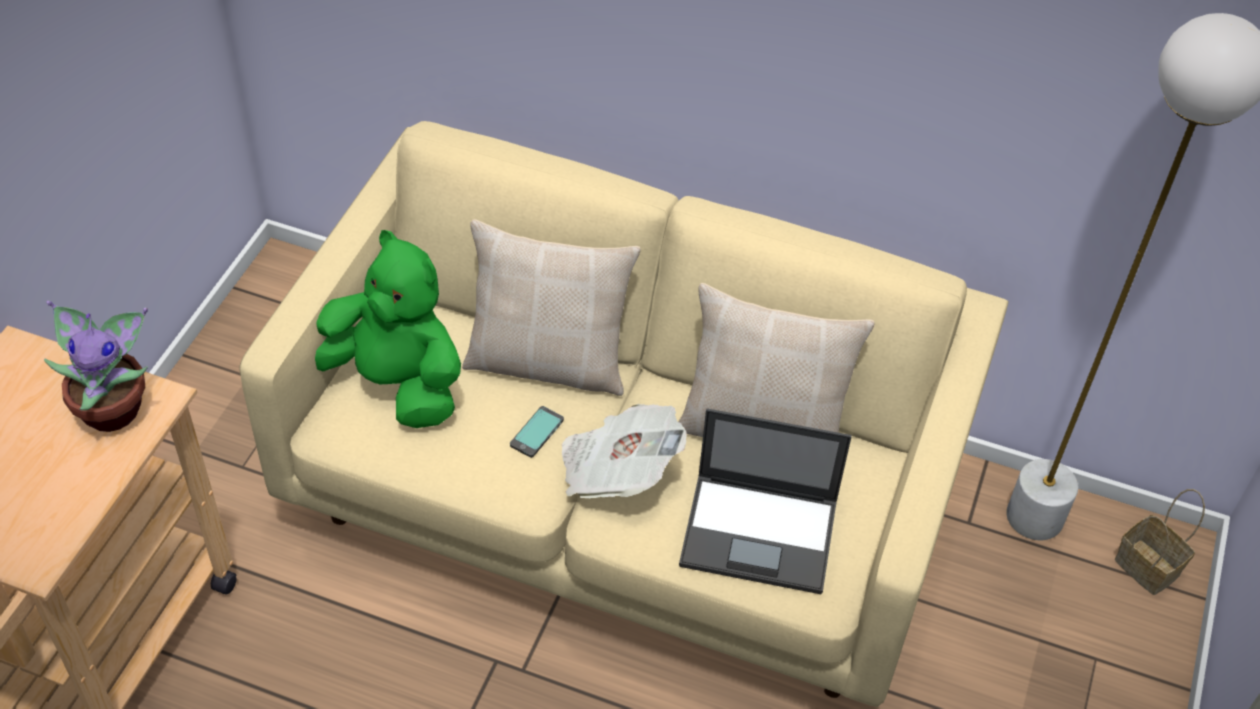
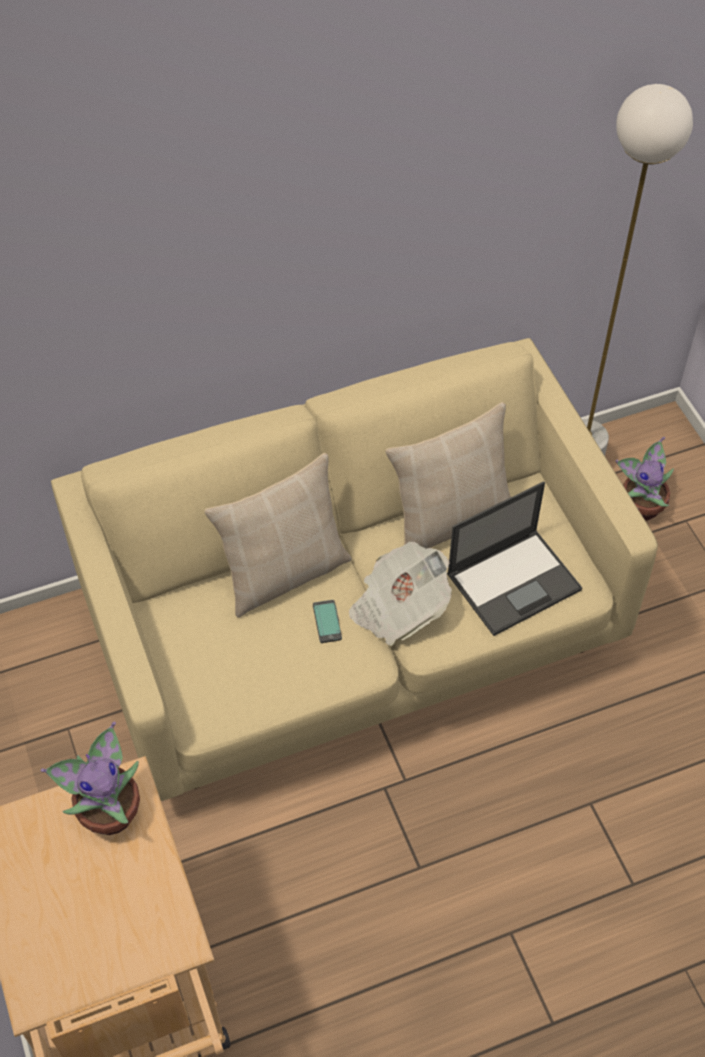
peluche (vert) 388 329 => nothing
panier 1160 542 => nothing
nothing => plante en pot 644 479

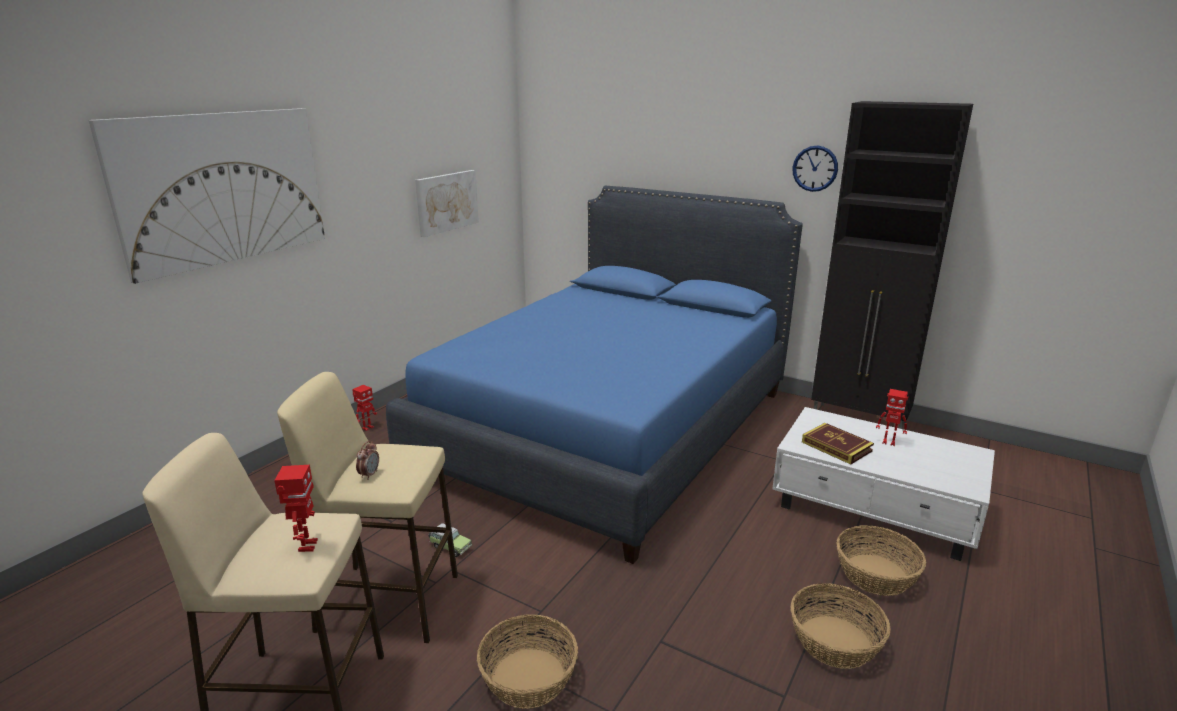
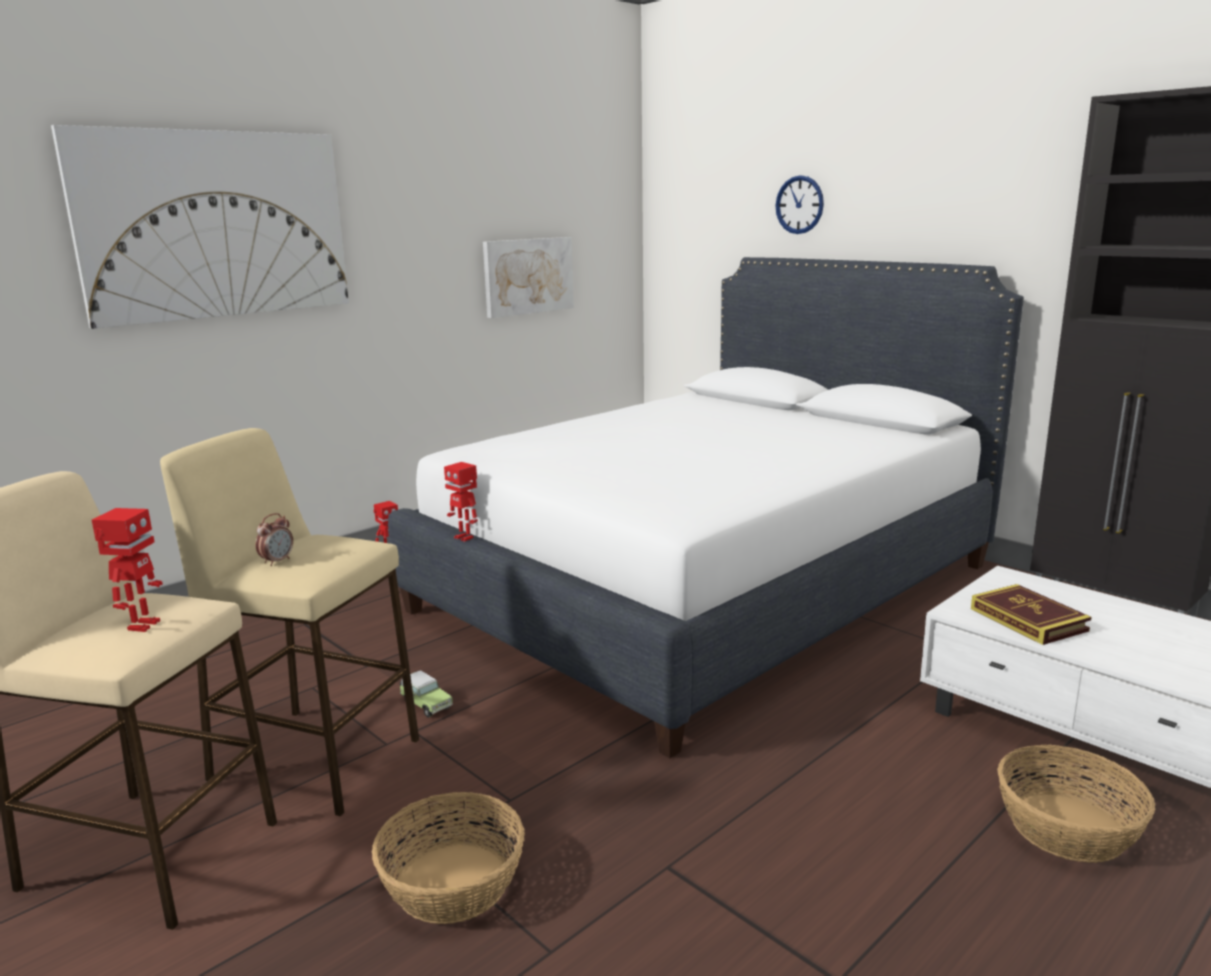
horloge murale 815 169 => horloge murale 799 204, moved
lit (bleu) 594 375 => lit (blanc) 706 507
robot jouet 892 417 => robot jouet 461 502, moved
panier 840 626 => nothing

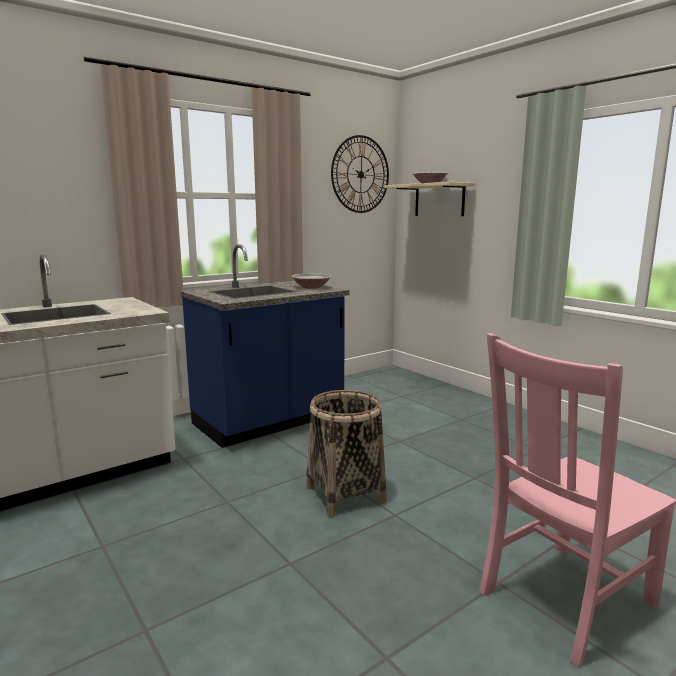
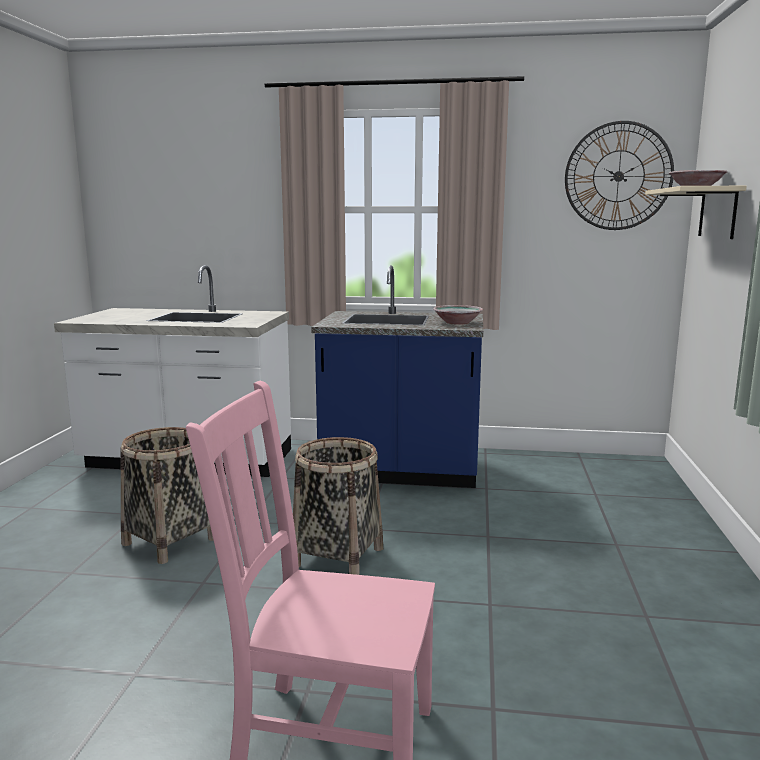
nothing => panier 167 495

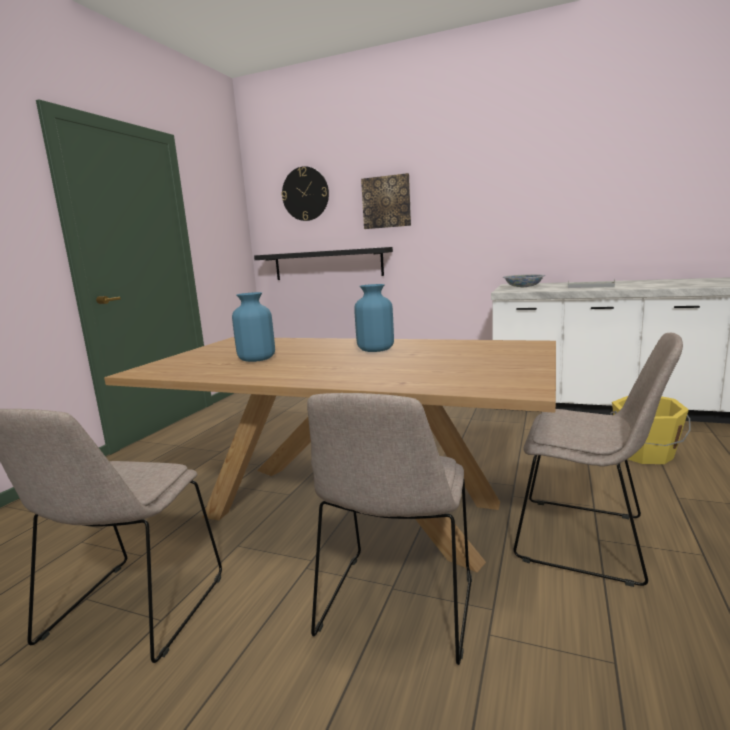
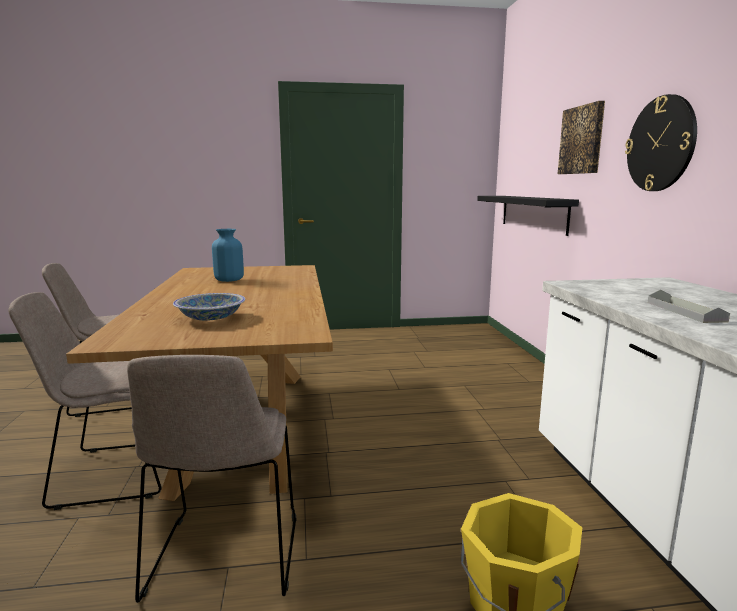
horloge murale 305 193 => horloge murale 661 142, moved
bol 524 280 => bol 209 307, moved
vase (bleu) 374 318 => nothing

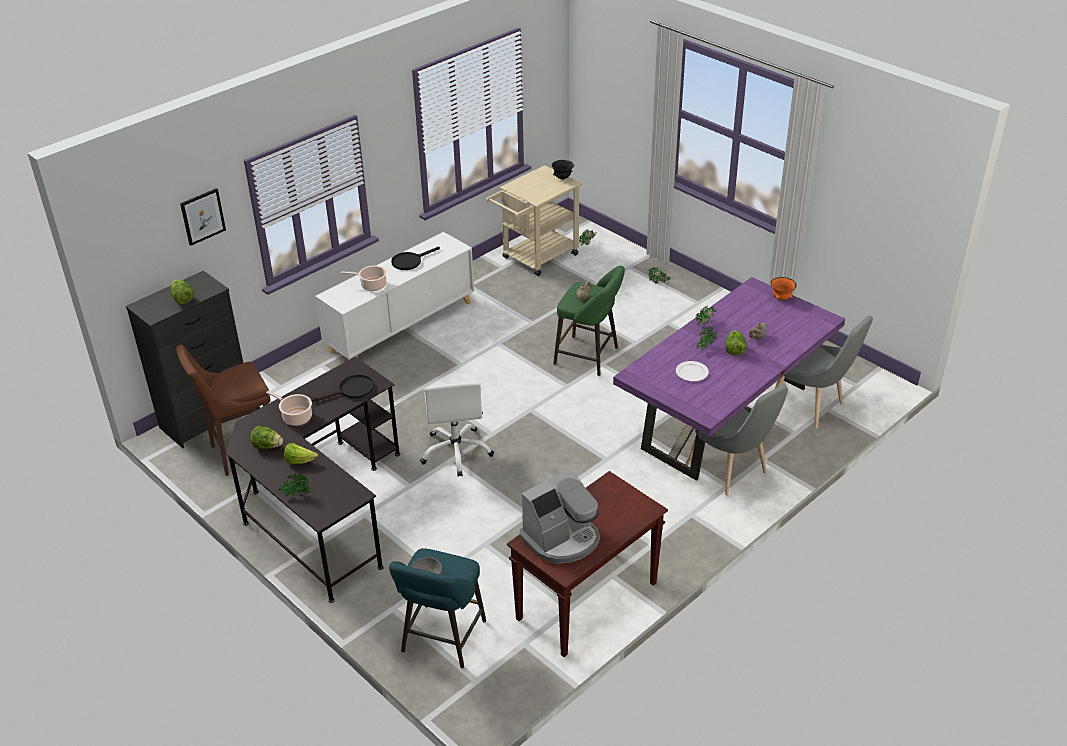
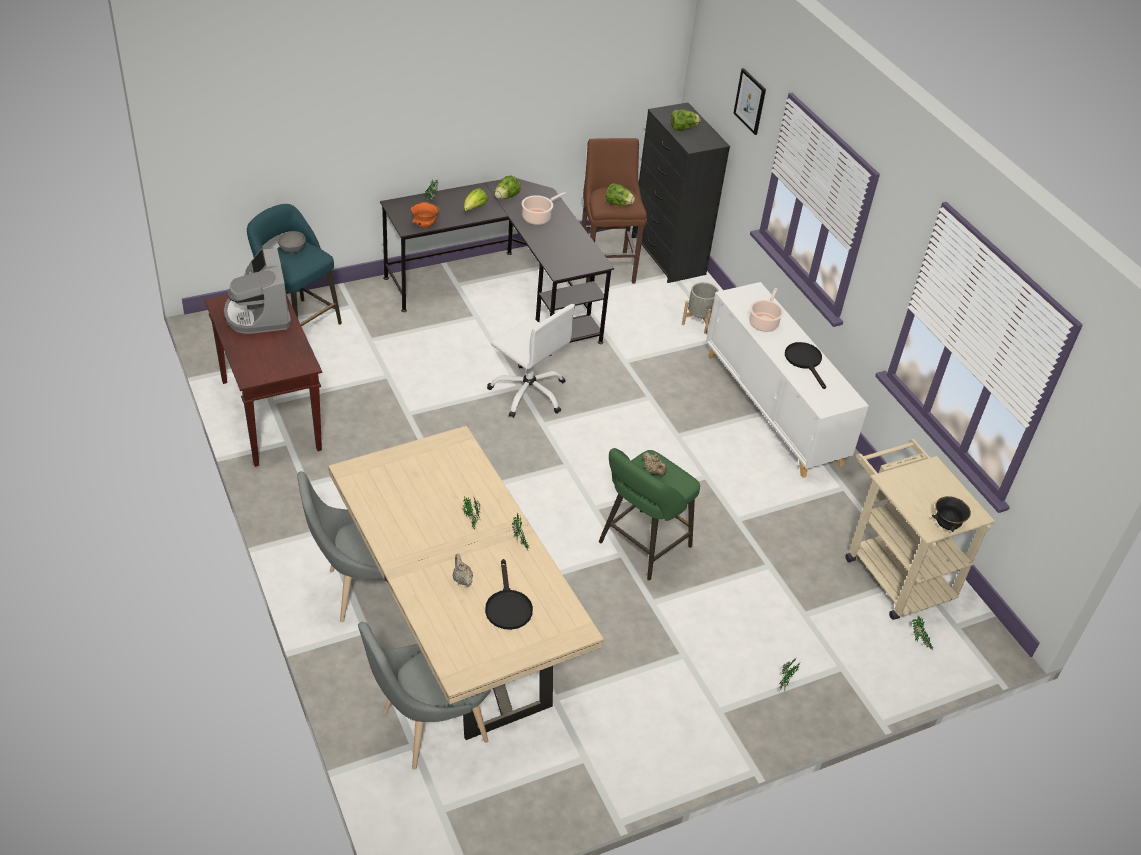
table à manger (violet) 729 379 => table à manger (beige) 466 582
bol (orange) 784 288 => bol (orange) 425 215, moved
laitue 736 343 => laitue 620 194, moved
assiette (blanc) 692 371 => nothing
poêle (noir) 343 388 => poêle (noir) 509 594, moved
chaise de bureau (blanc) 457 429 => chaise de bureau (blanc) 531 361, 150 degrees counterclockwise
nothing => cache-pot (gris) 700 308

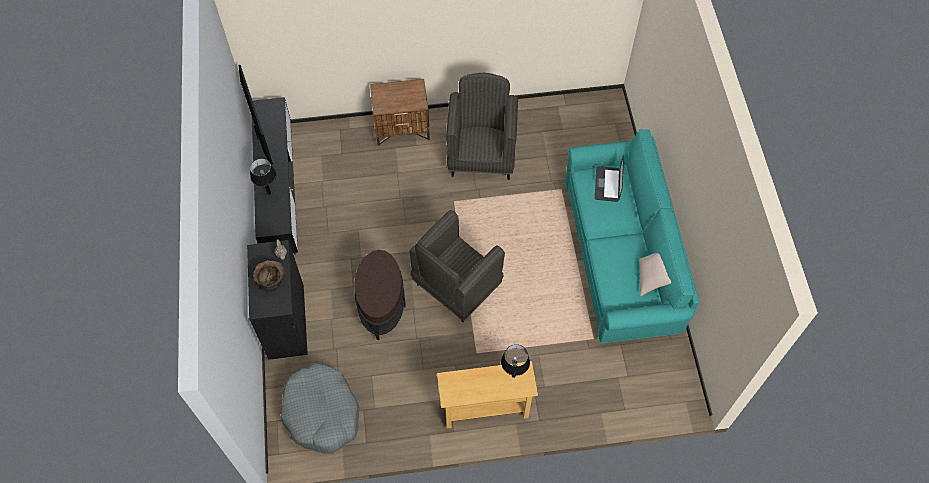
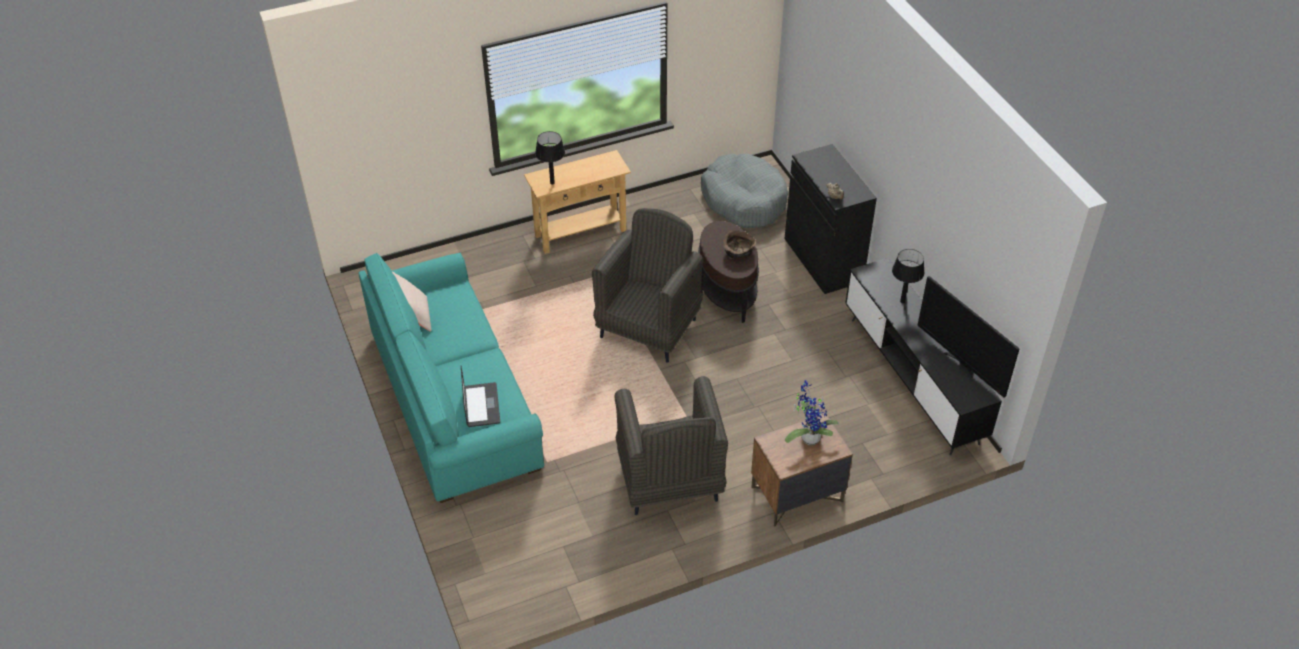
bol (marron) 269 276 => bol (marron) 739 244, moved
nothing => plante en pot 812 412

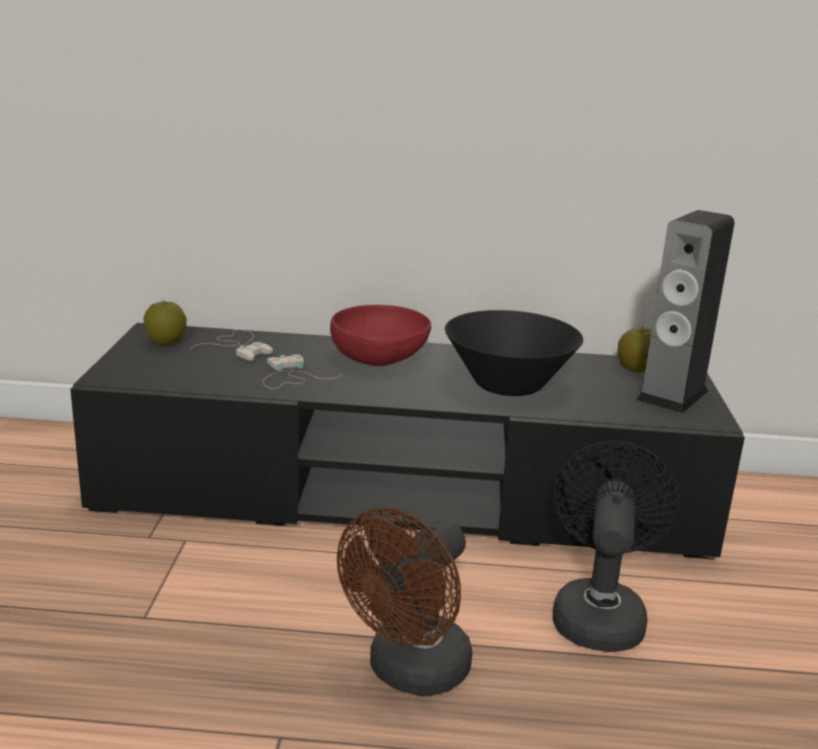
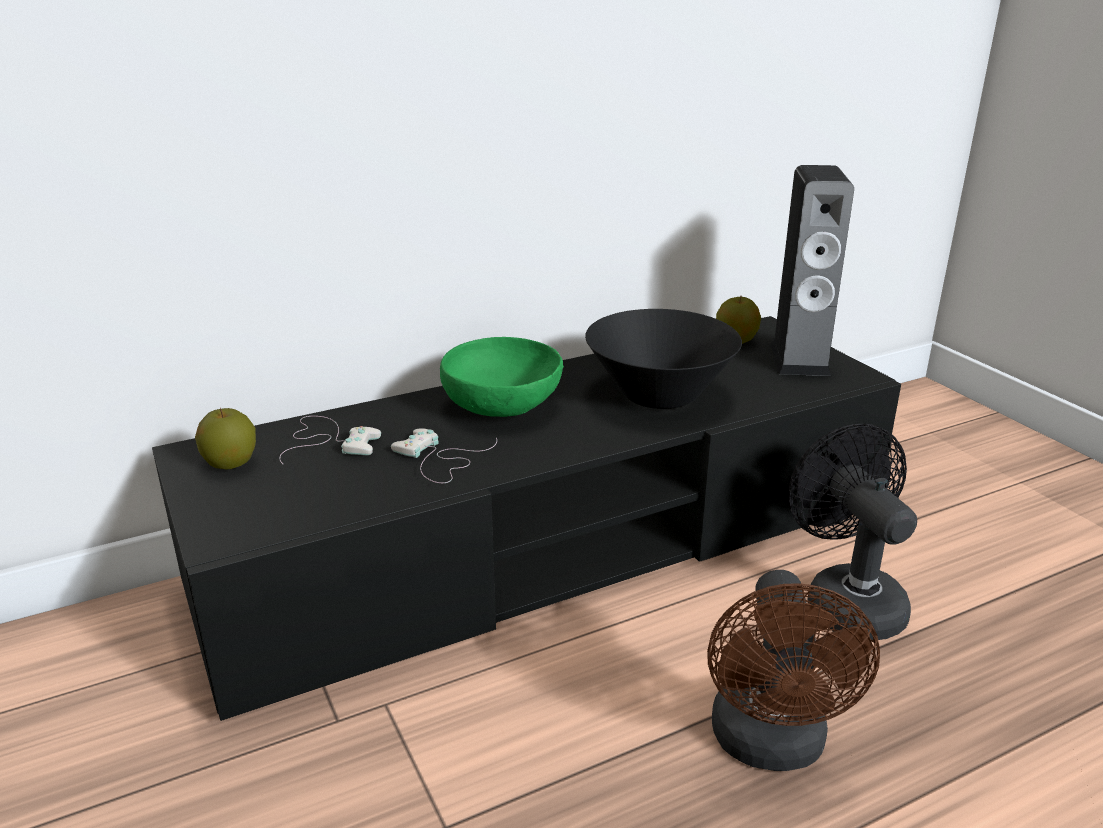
bol (rouge) 380 335 => bol (vert) 502 377

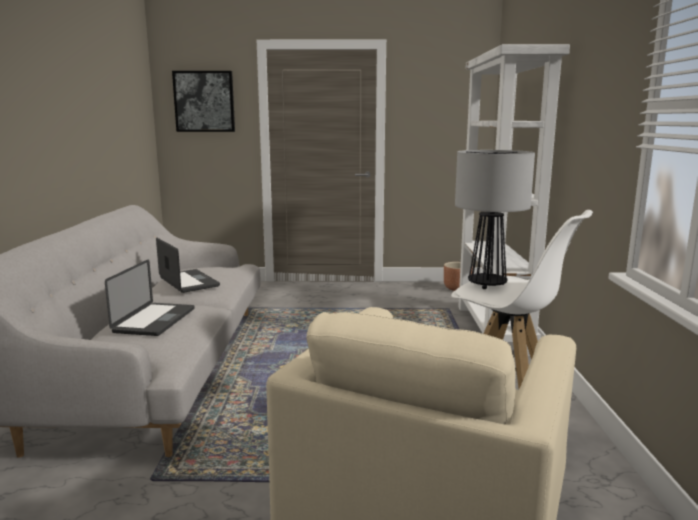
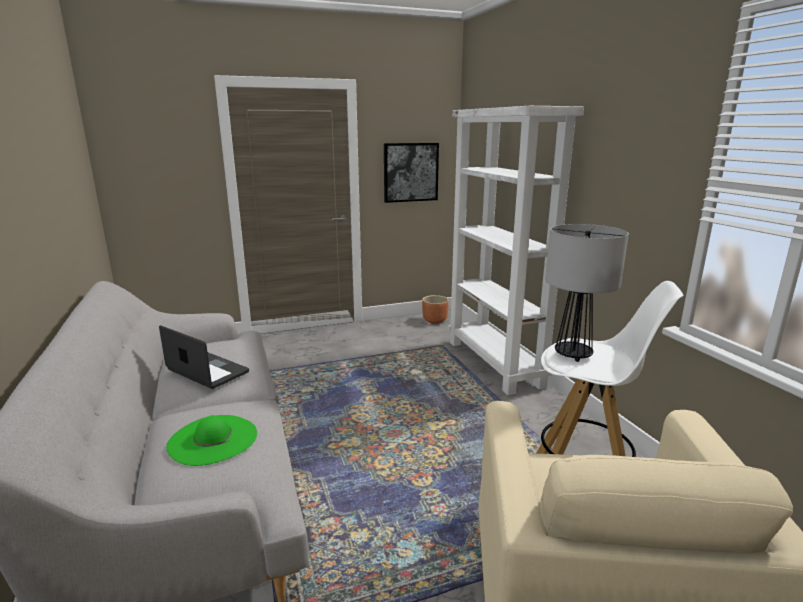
tableau 203 101 => tableau 411 173, moved
ordinateur portable 150 297 => chapeau (vert) 211 440

